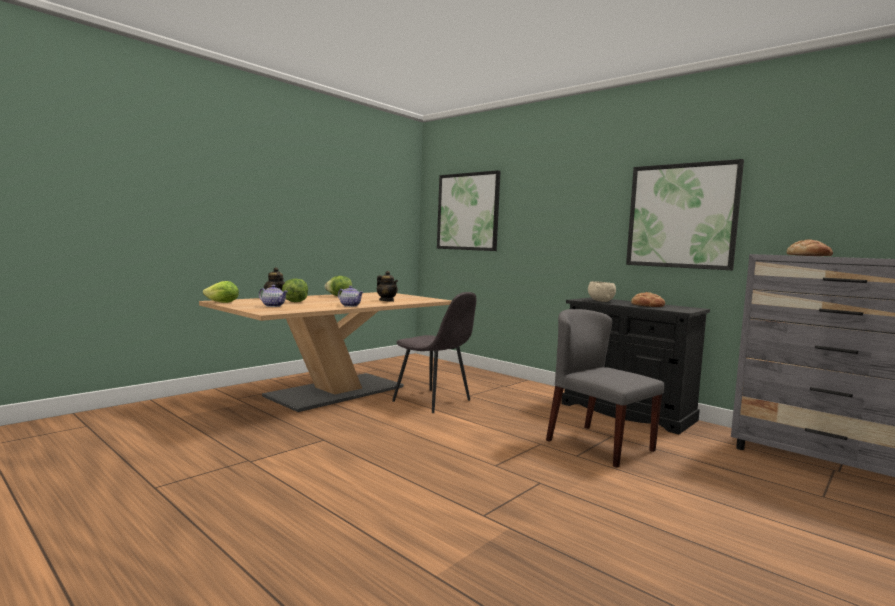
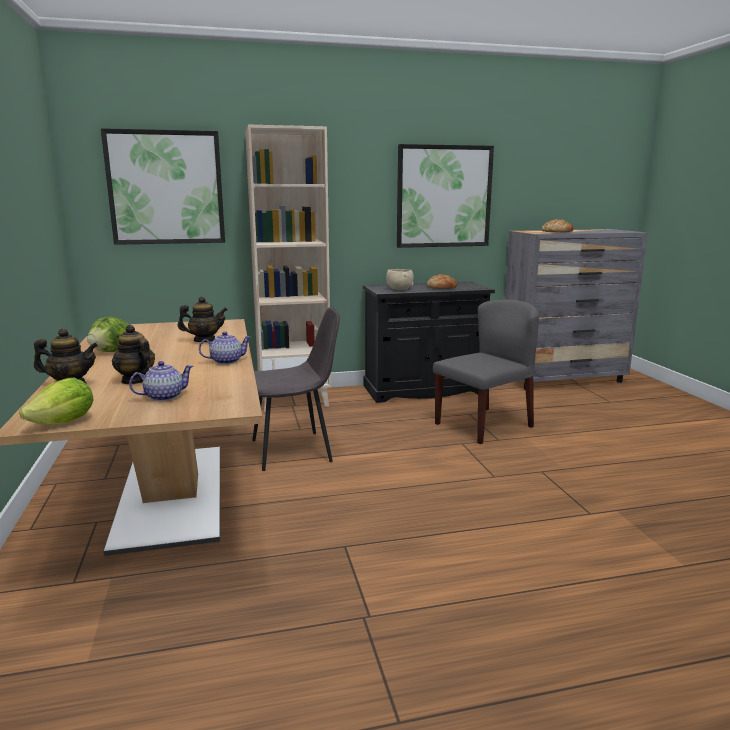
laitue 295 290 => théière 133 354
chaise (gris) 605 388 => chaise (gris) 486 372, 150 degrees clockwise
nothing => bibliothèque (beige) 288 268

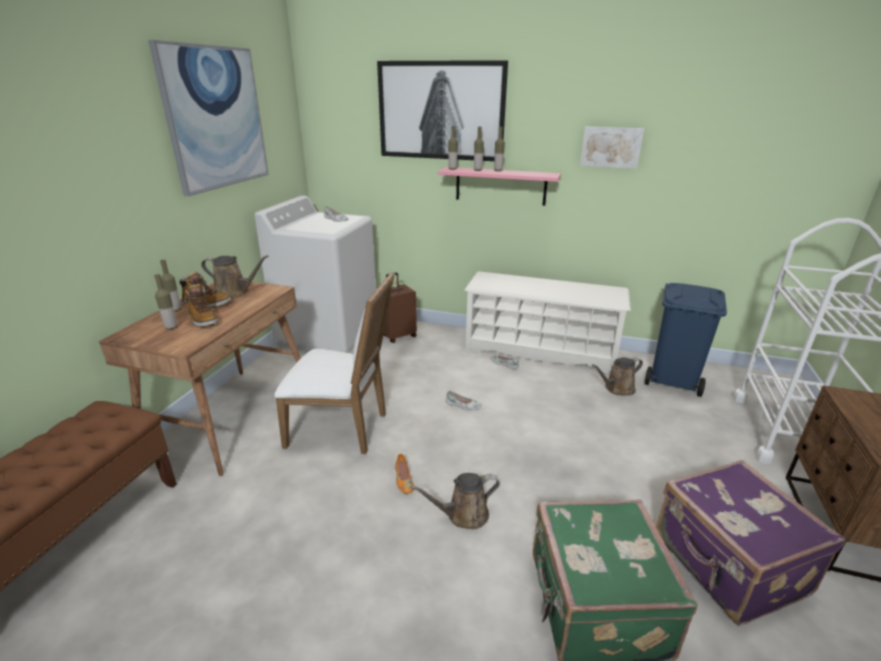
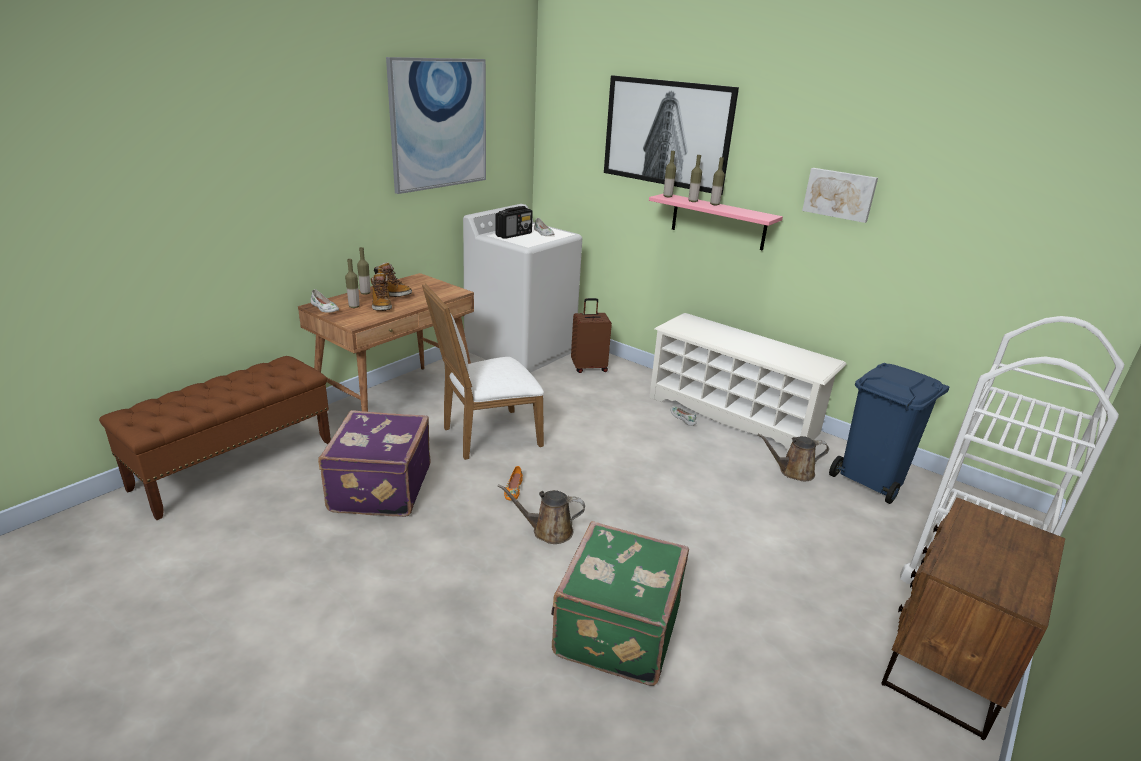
arrosoir (marron) 234 277 => nothing
chaise (blanc) 334 363 => chaise (blanc) 483 371, 120 degrees clockwise
chaussure (blanc) 464 400 => chaussure (blanc) 325 301, moved
valise (violet) 750 543 => valise (violet) 374 463, moved
nothing => radio 514 222

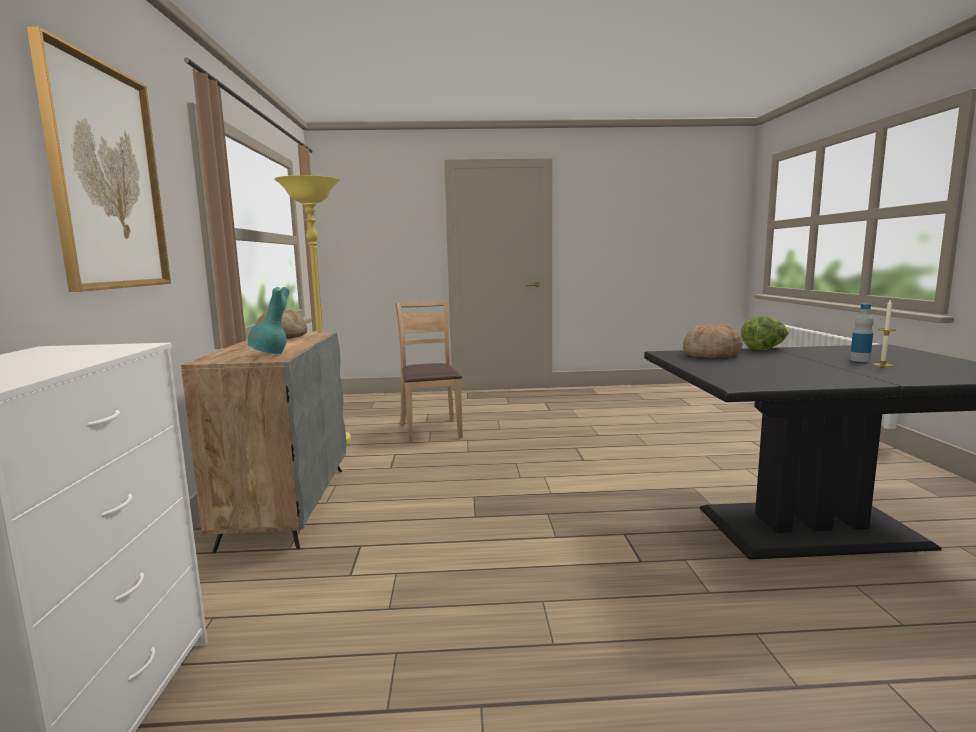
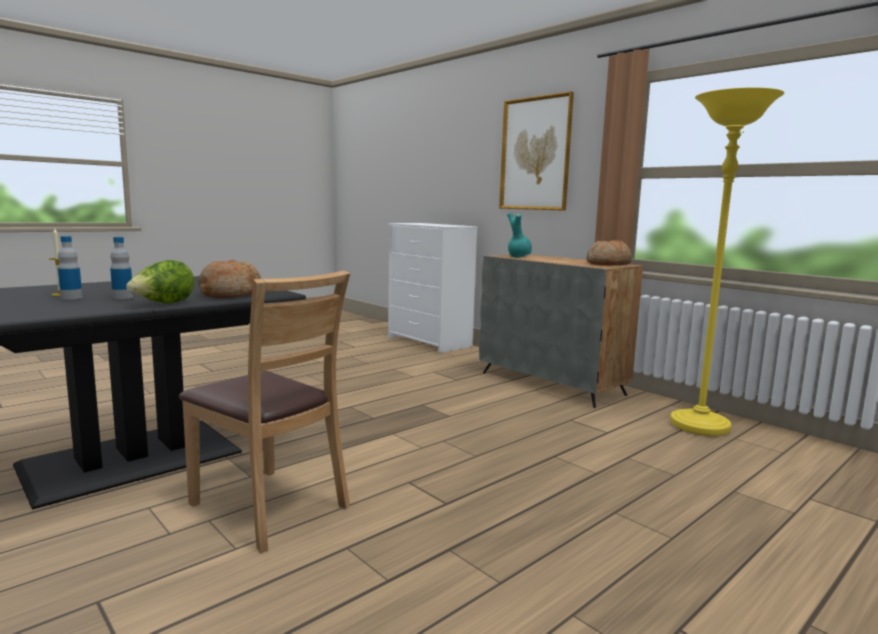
chaise (marron) 429 372 => chaise (marron) 264 412, moved
nothing => bouteille 121 268

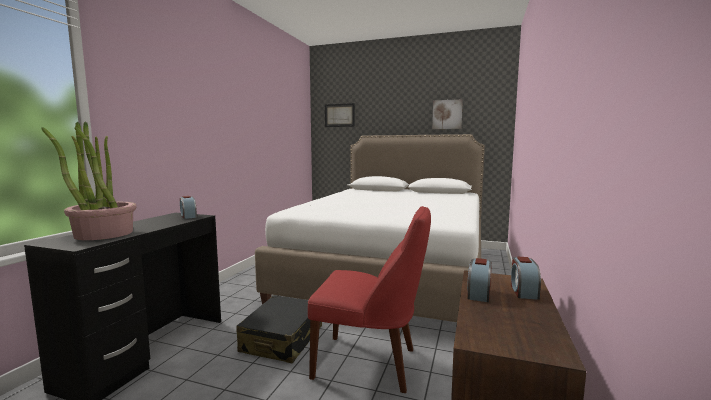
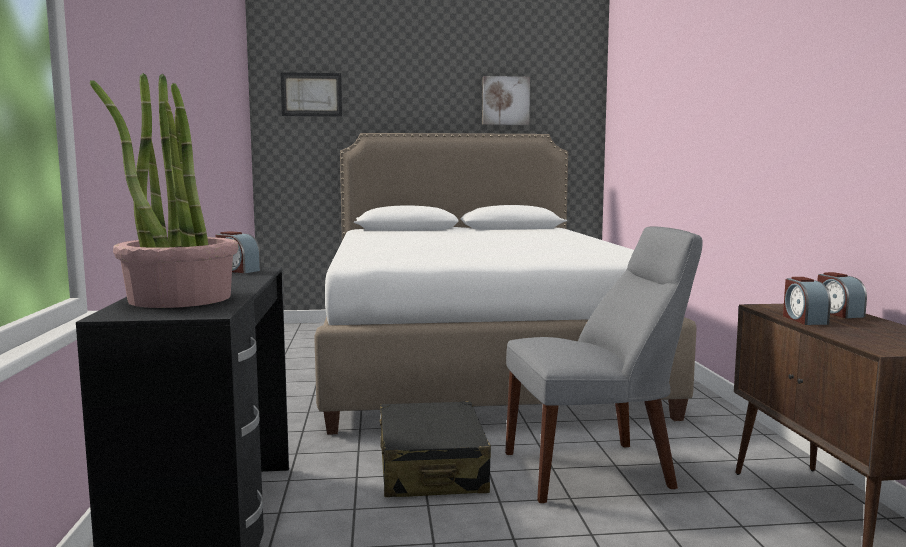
chaise (rouge) 369 299 => chaise (gris) 604 365

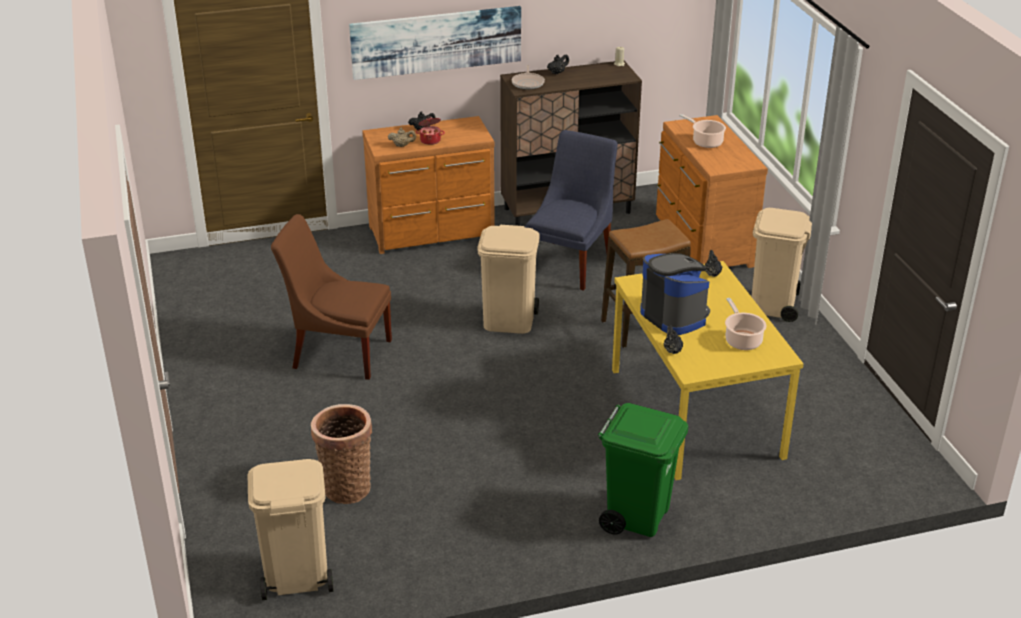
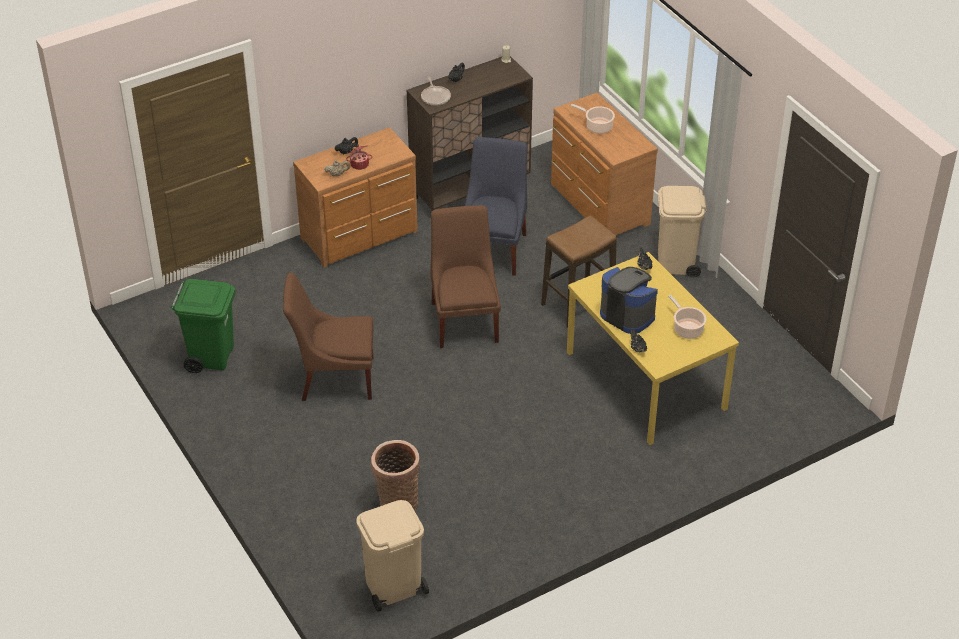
tableau 435 43 => nothing
poubelle (beige) 508 279 => chaise (marron) 465 276
poubelle (vert) 643 470 => poubelle (vert) 203 326, moved

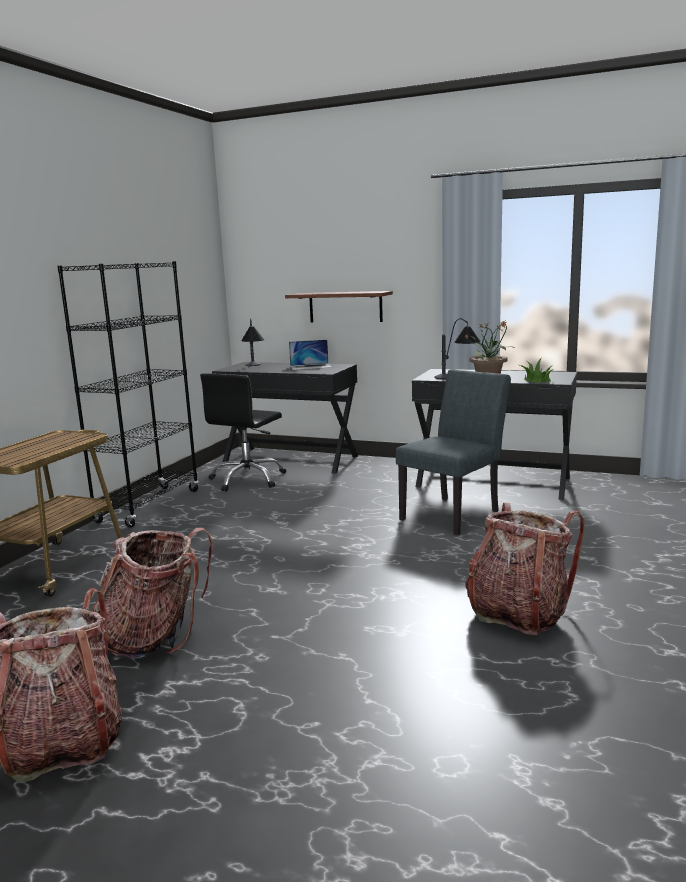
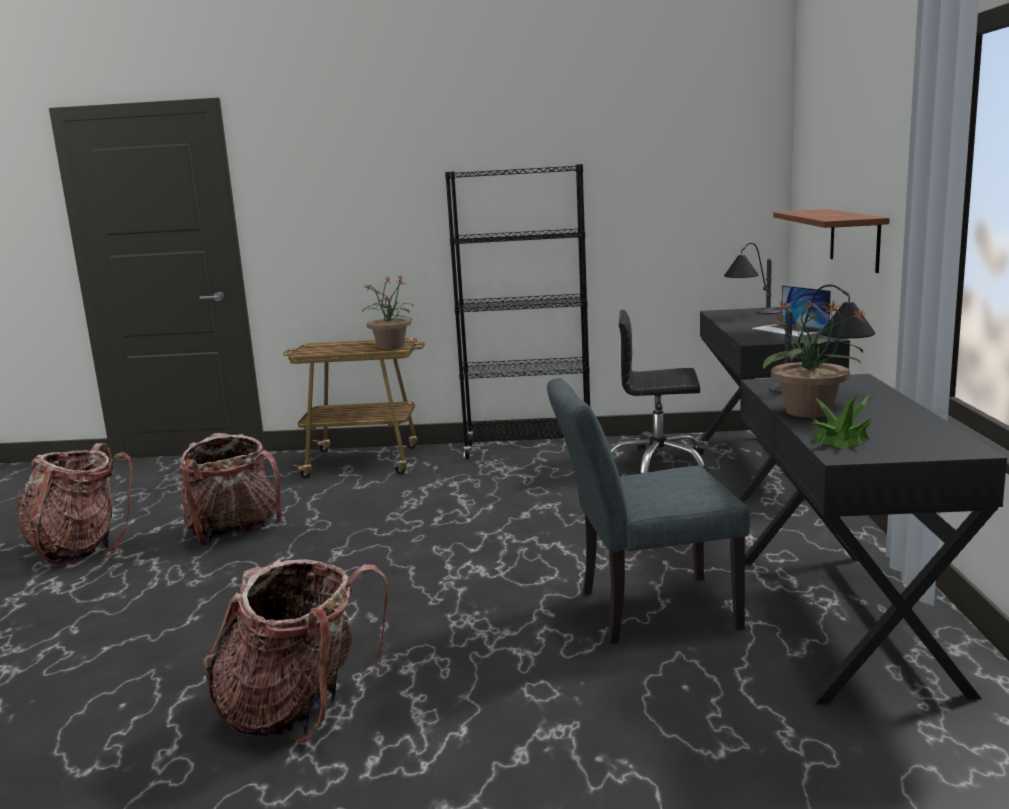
chaise (gris) 453 452 => chaise (gris) 648 511, 150 degrees clockwise
nothing => plante en pot 387 312

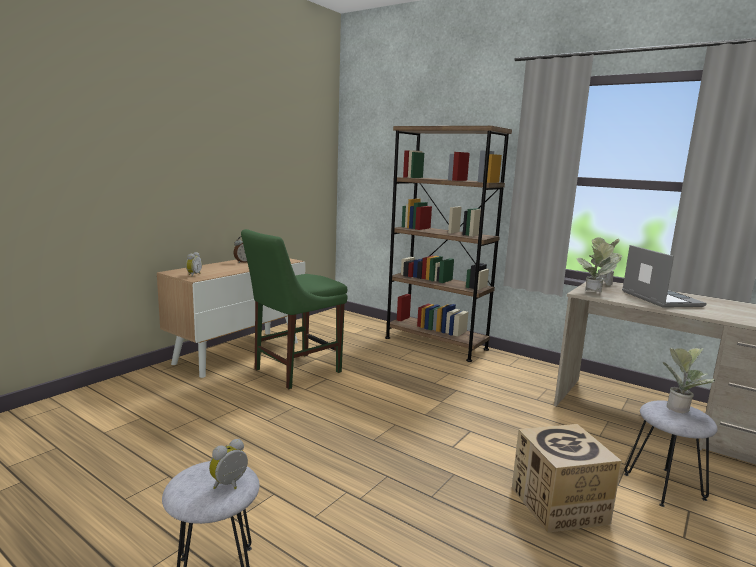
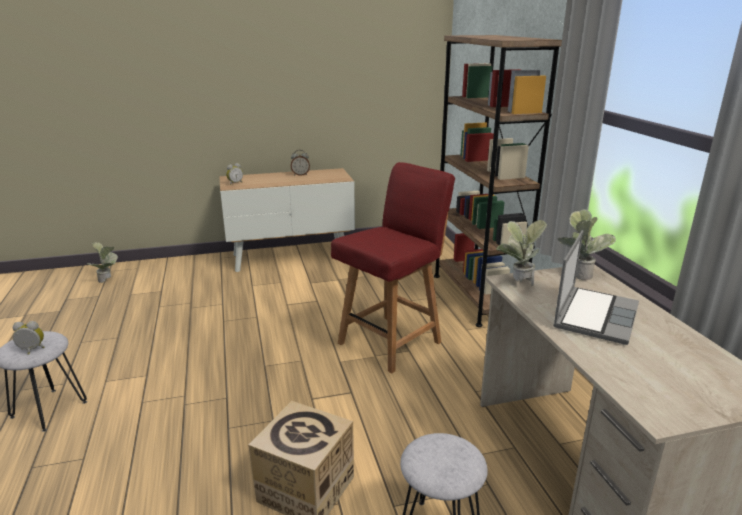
chaise (vert) 294 309 => nothing
plante en pot 689 380 => plante en pot 102 262, moved
nothing => chaise (rouge) 393 267

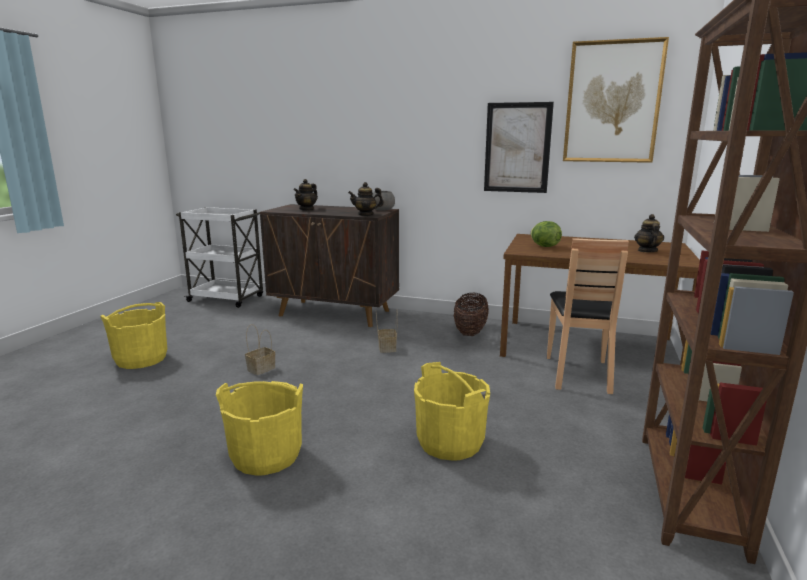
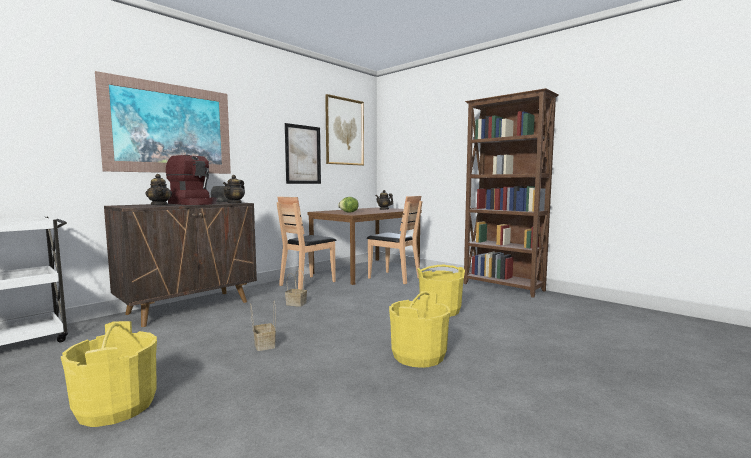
panier 471 314 => chaise (marron) 306 243
nothing => tableau 163 122
nothing => machine à café 191 180

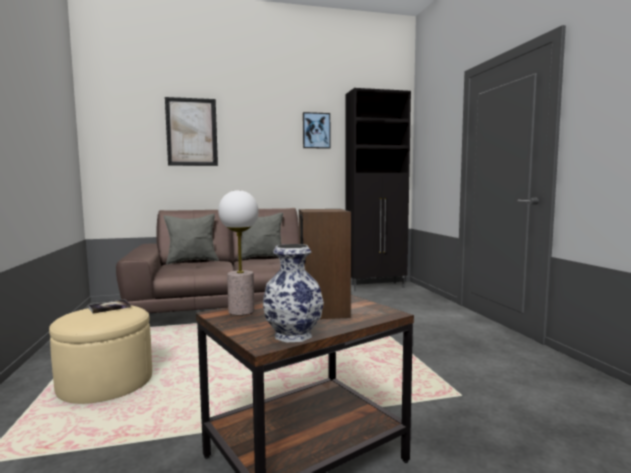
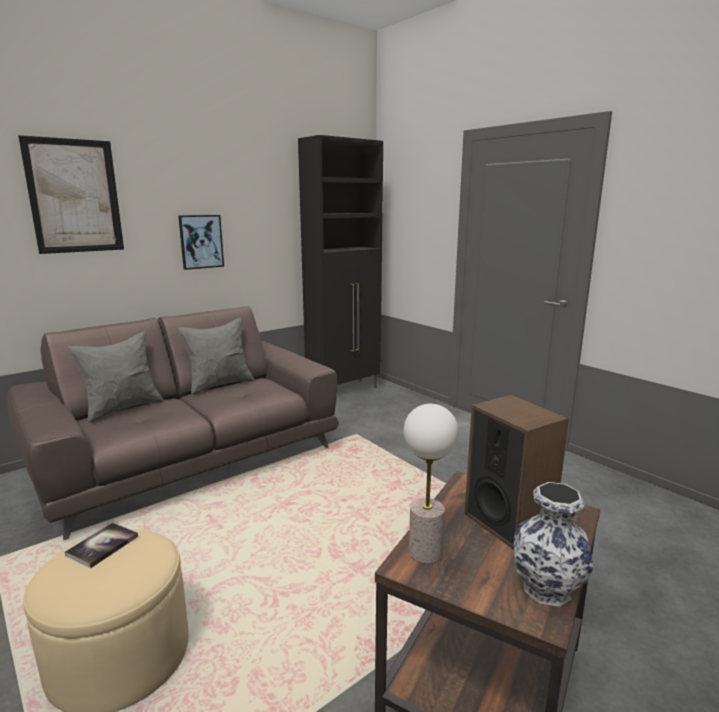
tableau 316 130 => tableau 201 242, moved

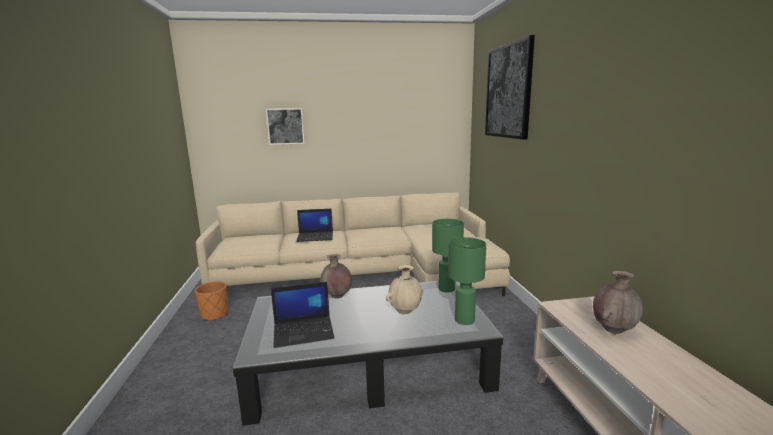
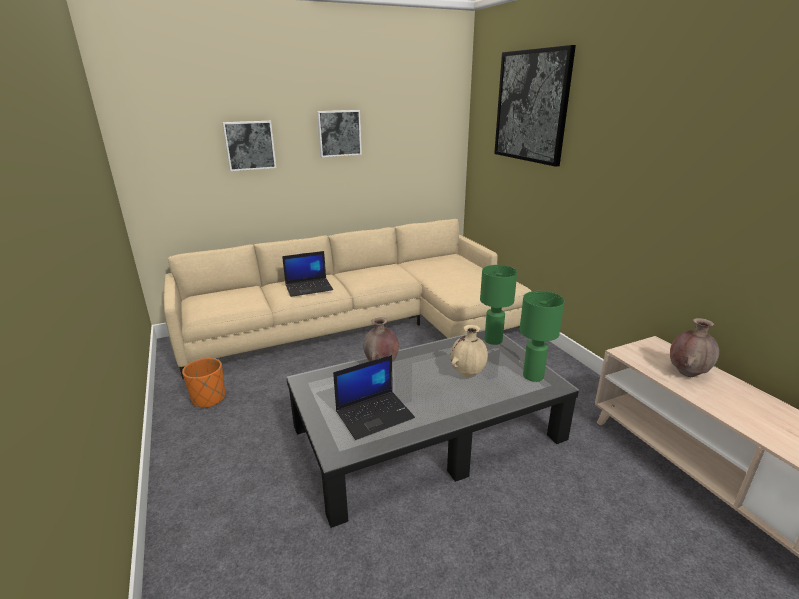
nothing => tableau 339 133

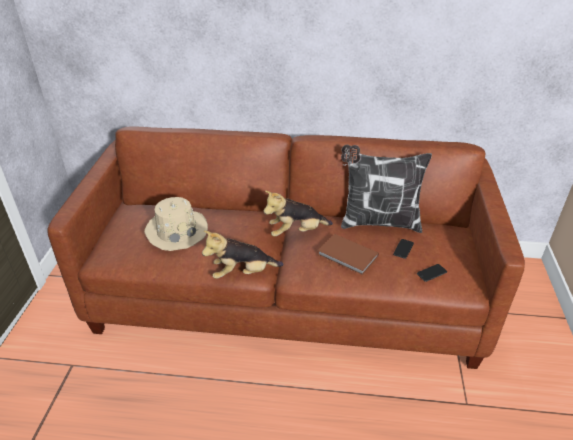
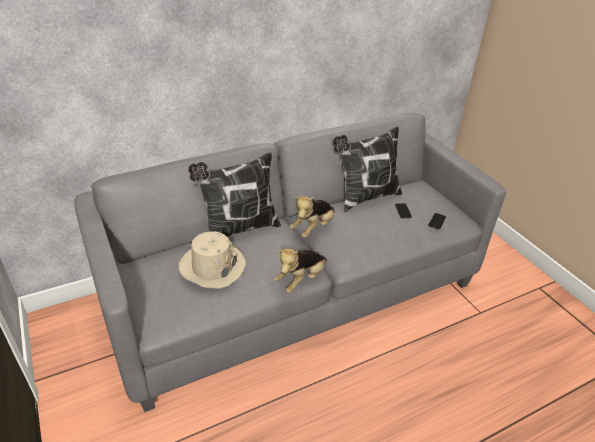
canapé (marron) 286 247 => canapé (gris) 290 262
livre (marron) 348 254 => nothing
nothing => coussin 234 194

